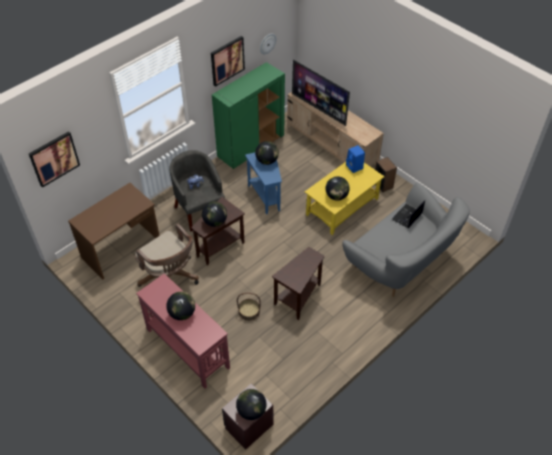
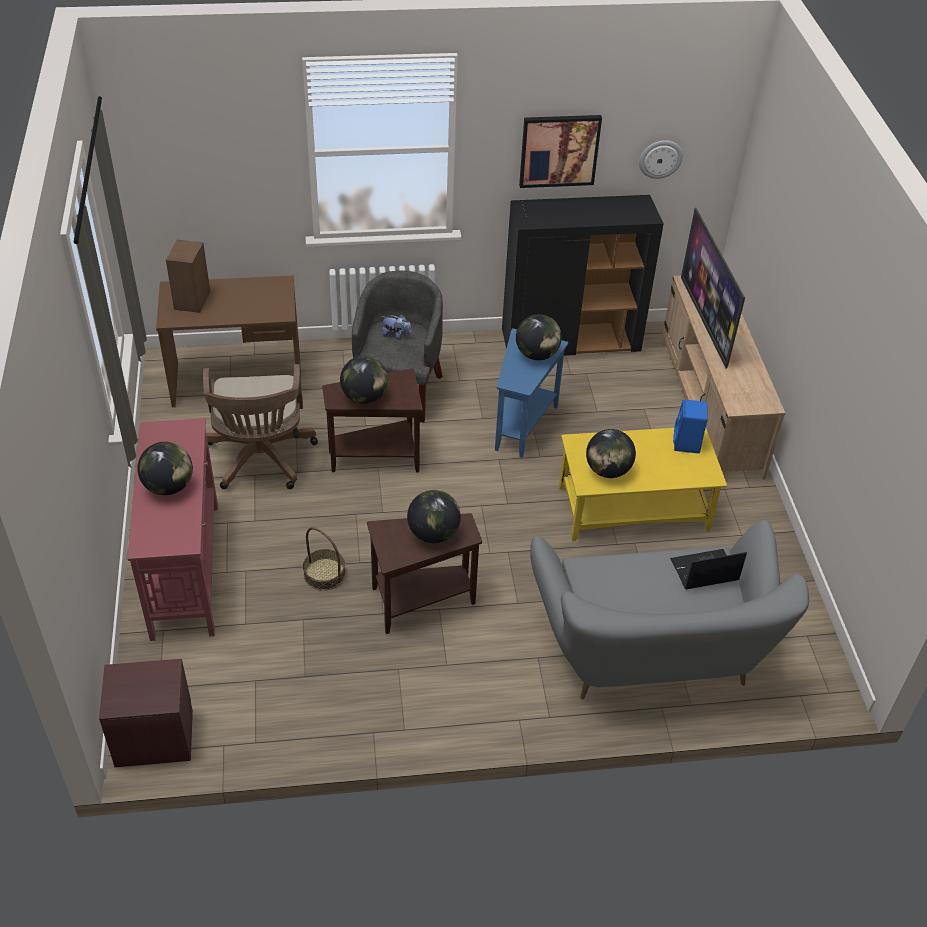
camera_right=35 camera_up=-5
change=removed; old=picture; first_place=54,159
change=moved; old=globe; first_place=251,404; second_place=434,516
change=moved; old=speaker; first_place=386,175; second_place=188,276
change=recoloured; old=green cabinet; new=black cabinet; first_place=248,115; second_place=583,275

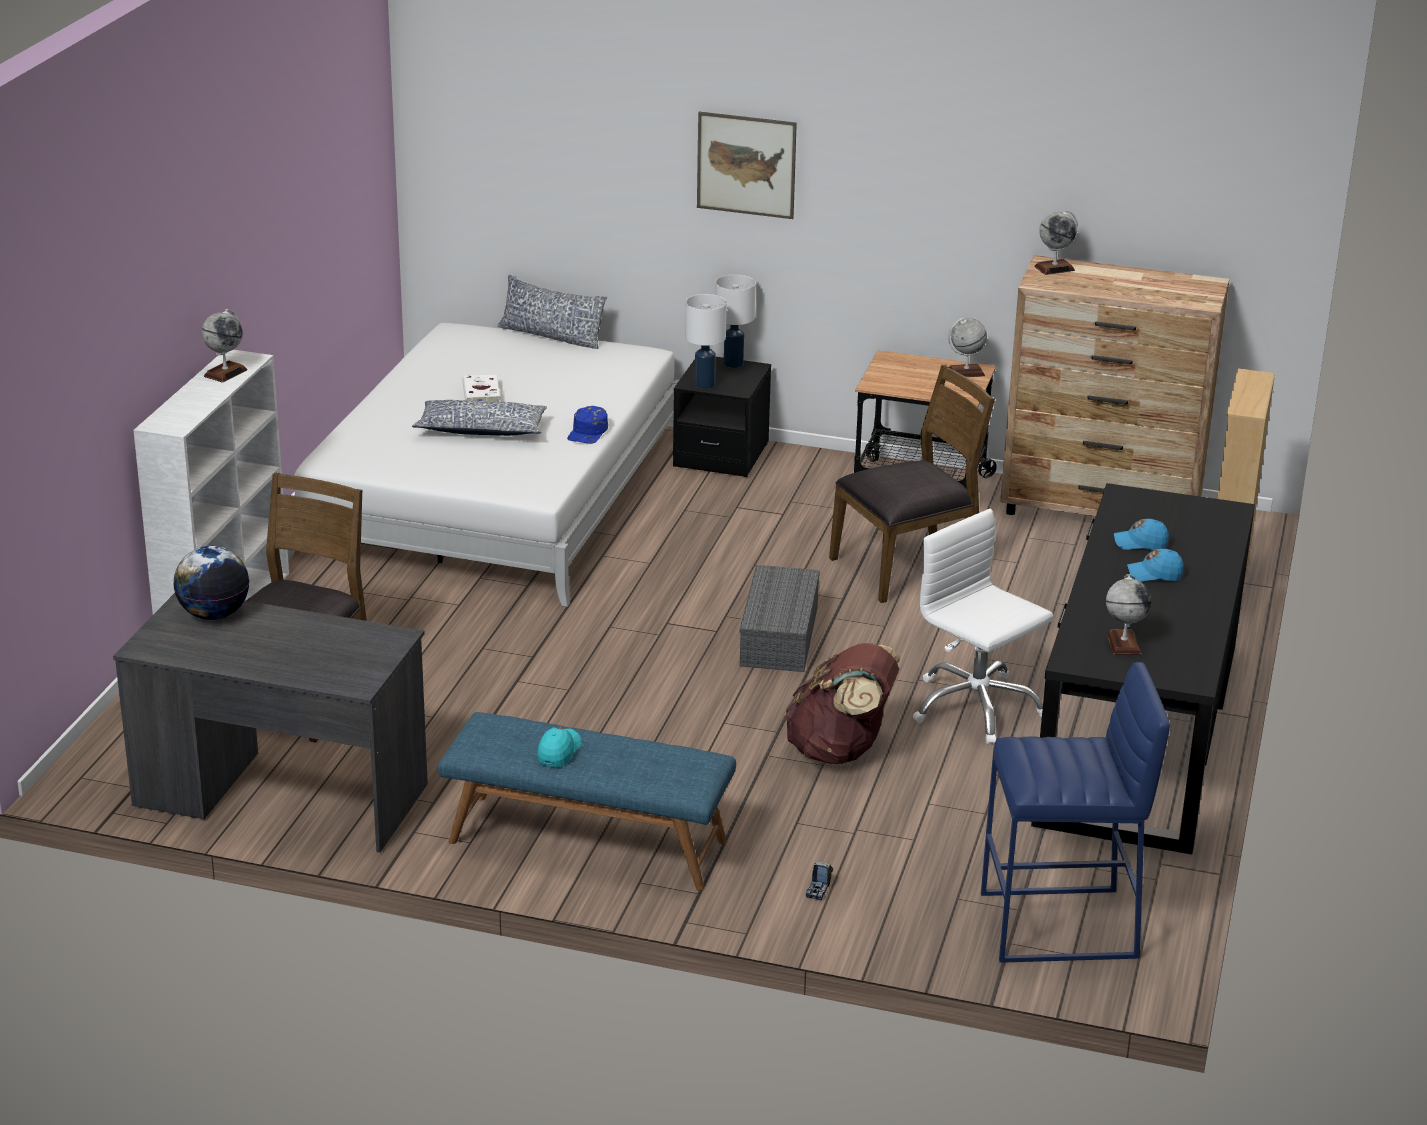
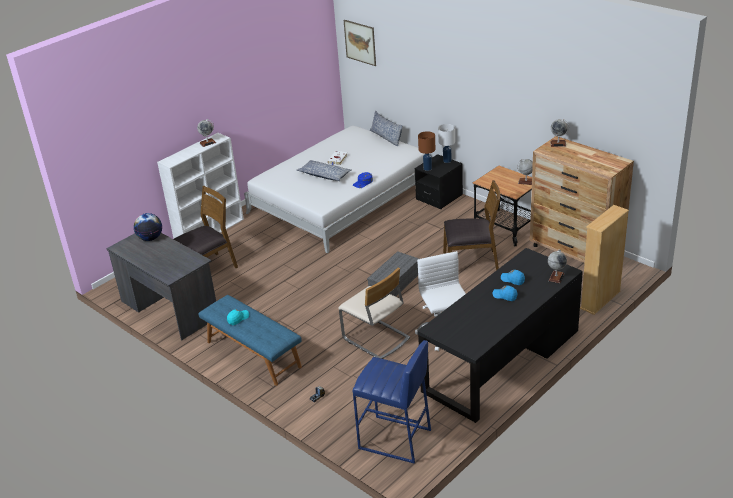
camera_right=30 camera_up=5
change=moved; old=picture; first_place=747,165; second_place=360,43
change=moved; old=globe; first_place=1129,614; second_place=557,266
change=replaced; old=brown backpack; new=beige chair; first_place=842,703; second_place=374,313
change=recoloured; old=white table lamp; new=brown table lamp; first_place=706,341; second_place=427,151

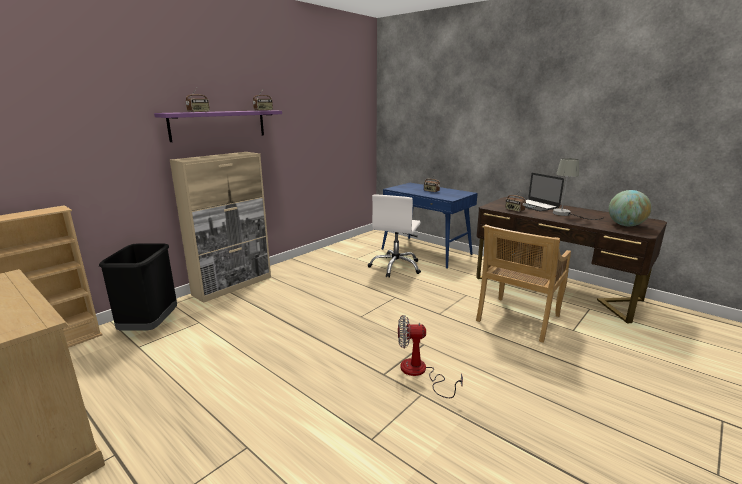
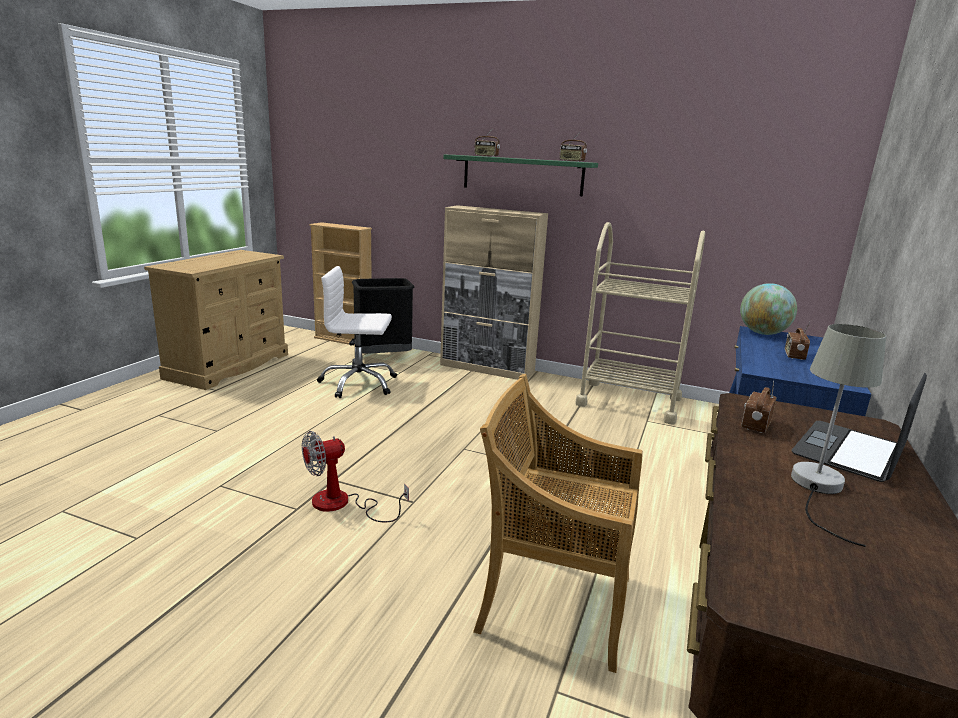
camera_right=70 camera_up=0
change=added; new=beige cart; second_place=640,323
change=moved; old=white office chair; first_place=394,236; second_place=357,332
change=moved; old=globe; first_place=630,208; second_place=768,309
change=recoloured; old=purple shelf; new=green shelf; first_place=218,126; second_place=521,175
change=turned; old=fan; first_place=430,356; second_place=355,477; degrees=-105

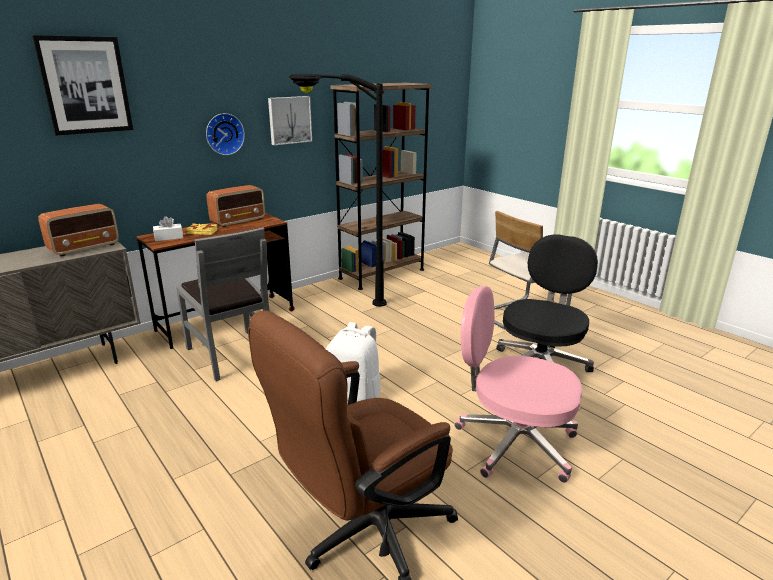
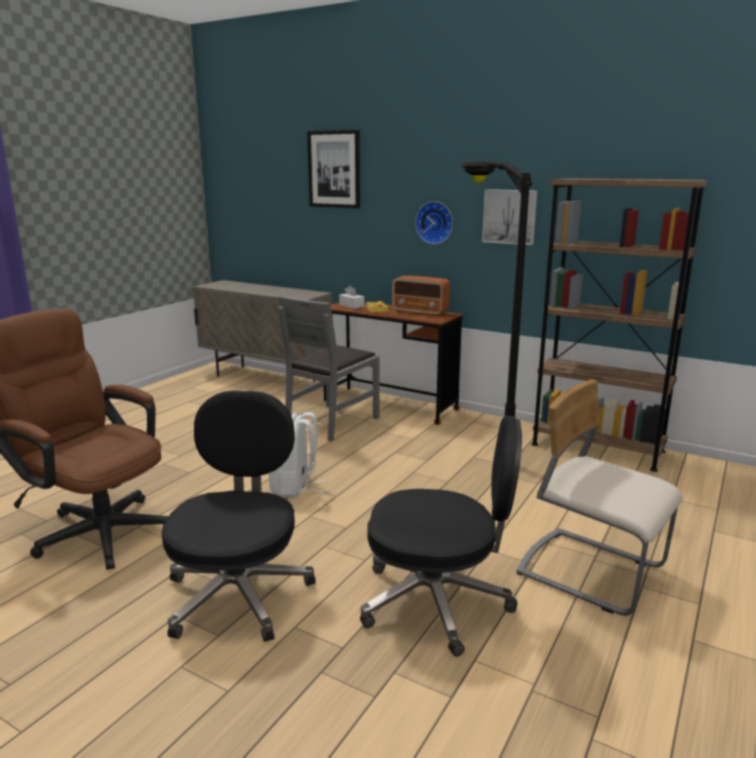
camera_right=70 camera_up=-5
change=removed; old=radio; first_place=78,230
change=recoloured; old=pink office chair; new=black office chair; first_place=518,384; second_place=239,516

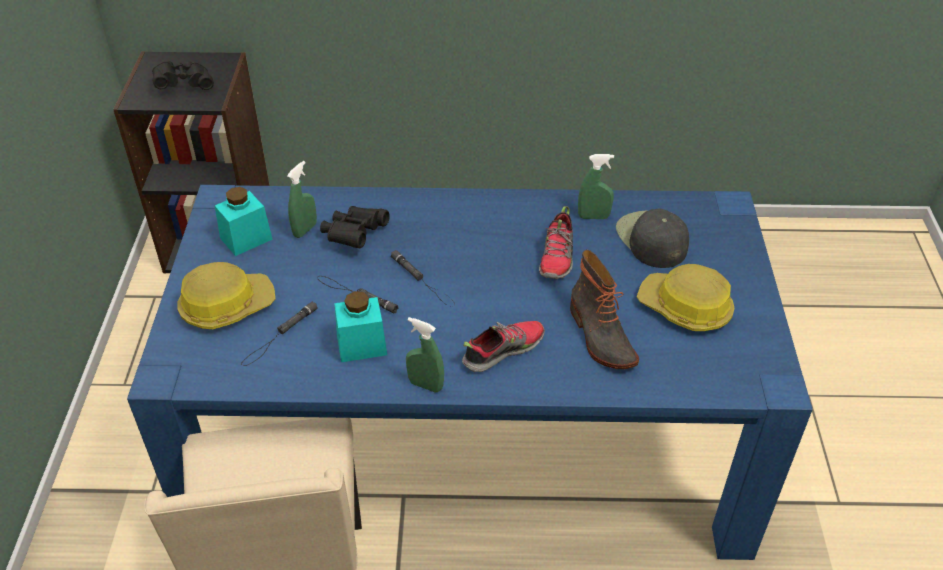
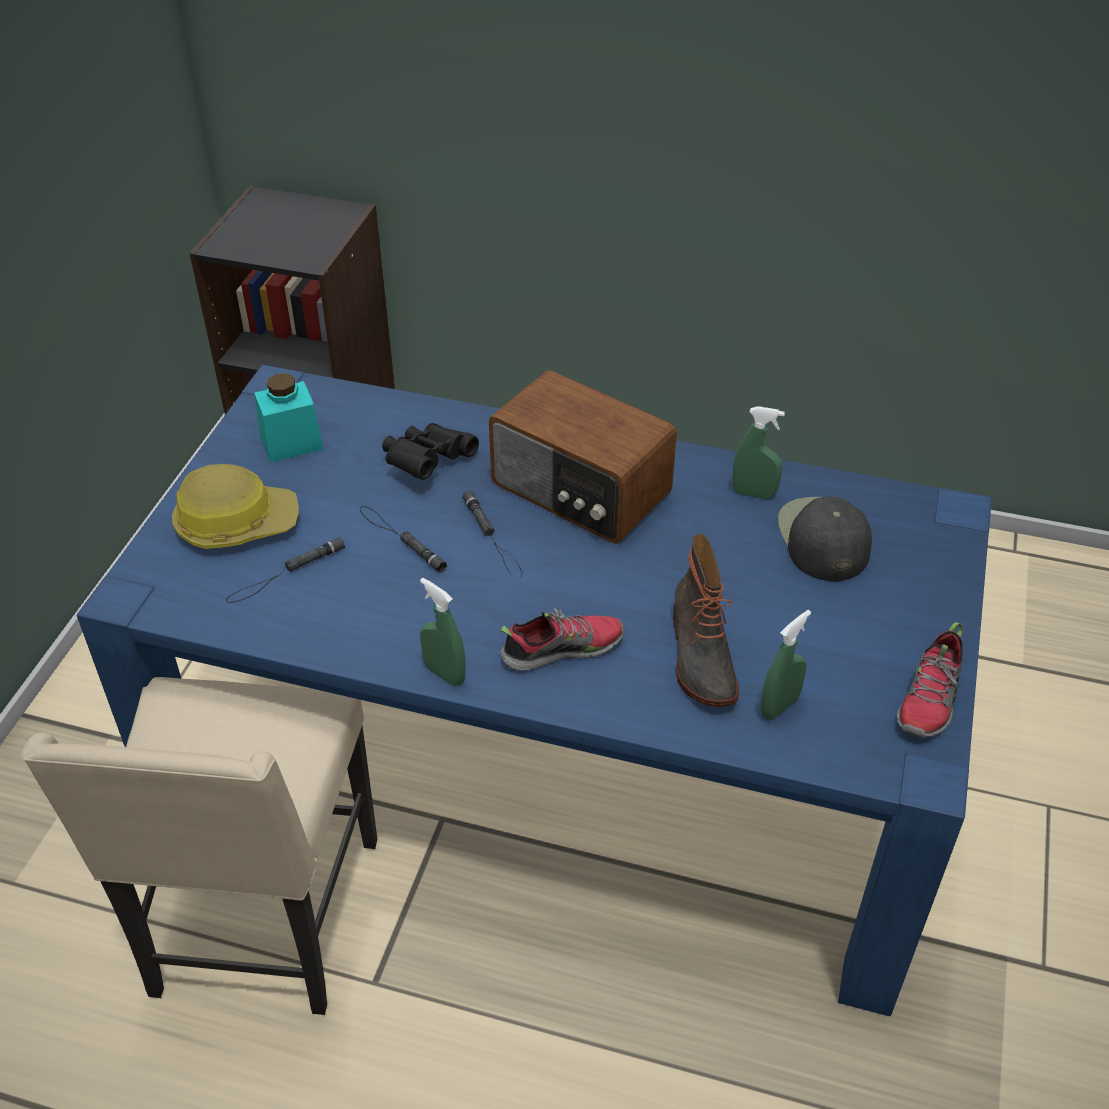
camera_right=15 camera_up=0
change=removed; old=black binoculars; first_place=183,75
change=removed; old=turquoise jar; first_place=360,326
change=removed; old=hard hat; first_place=685,297
change=added; new=radio; second_place=583,457
change=moved; old=green spray bottle; first_place=302,199; second_place=785,665
change=moved; old=shoe; first_place=556,242; second_place=930,680

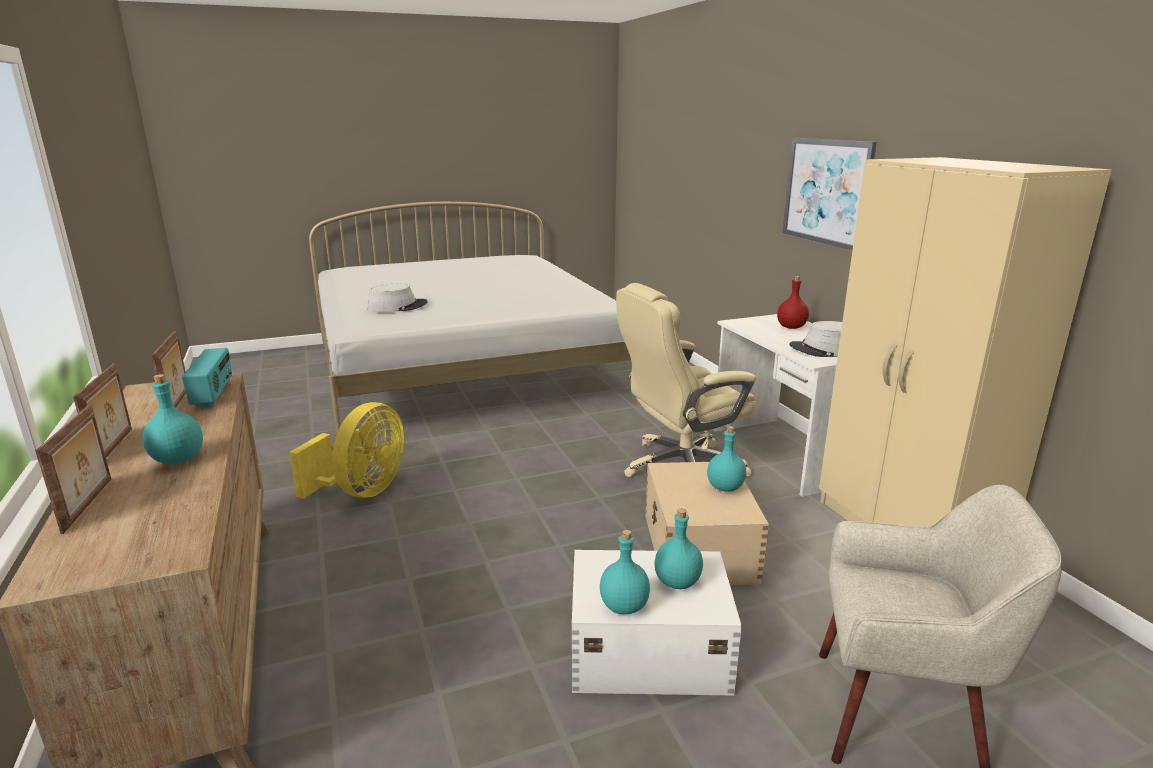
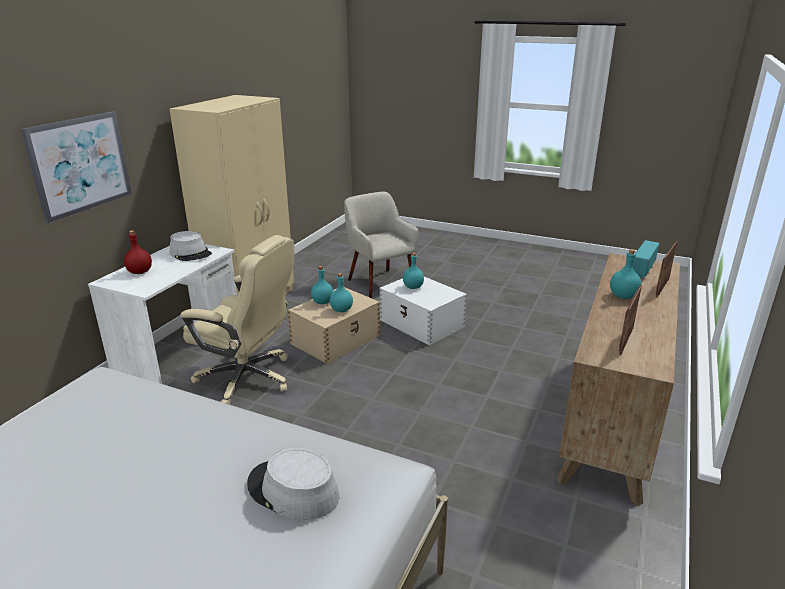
camera_right=-135 camera_up=5
change=removed; old=picture frame; first_place=102,410
change=removed; old=yellow fan; first_place=347,450
change=moved; old=radio; first_place=207,378; second_place=646,259
change=moved; old=turquoise bottle; first_place=625,572; second_place=341,292

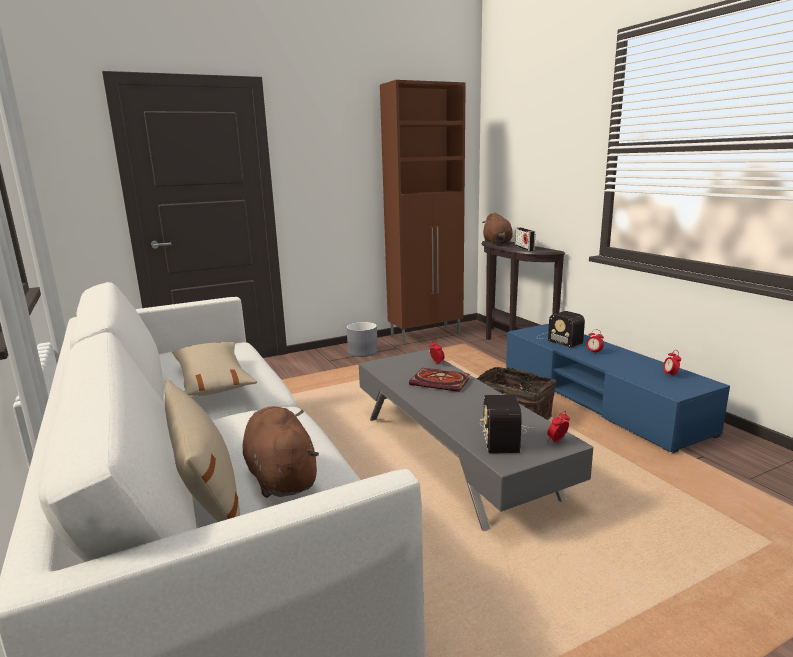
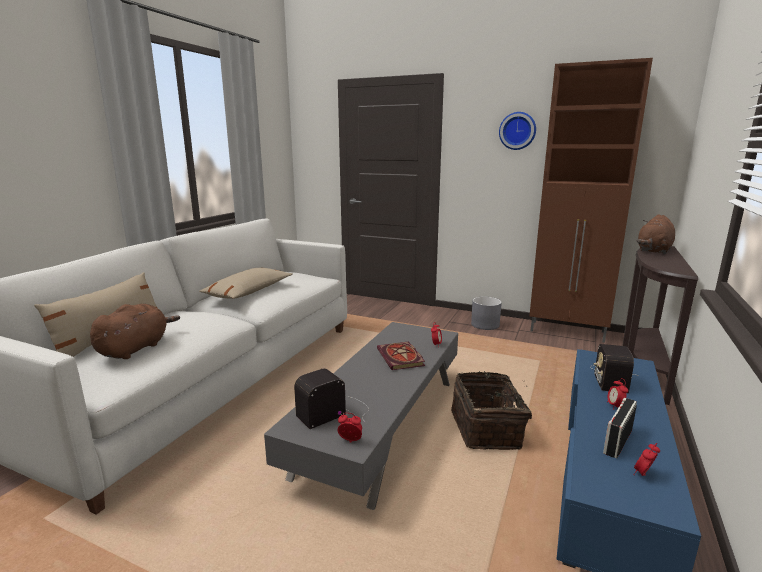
camera_right=50 camera_up=0
change=added; new=wall clock; second_place=517,131
change=moved; old=radio; first_place=525,239; second_place=620,428

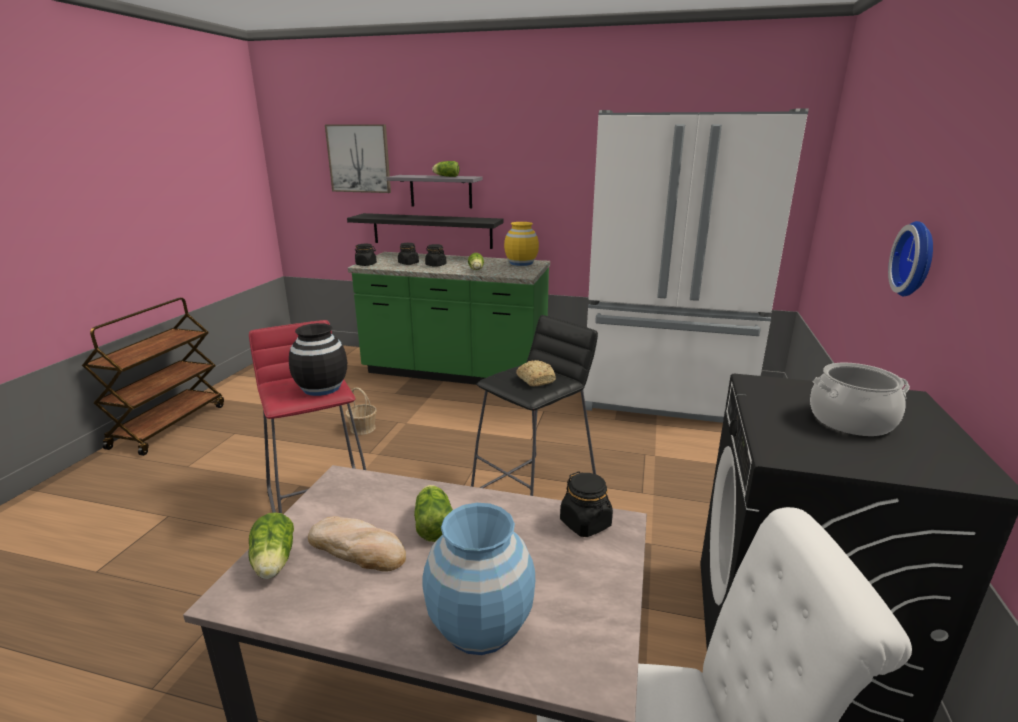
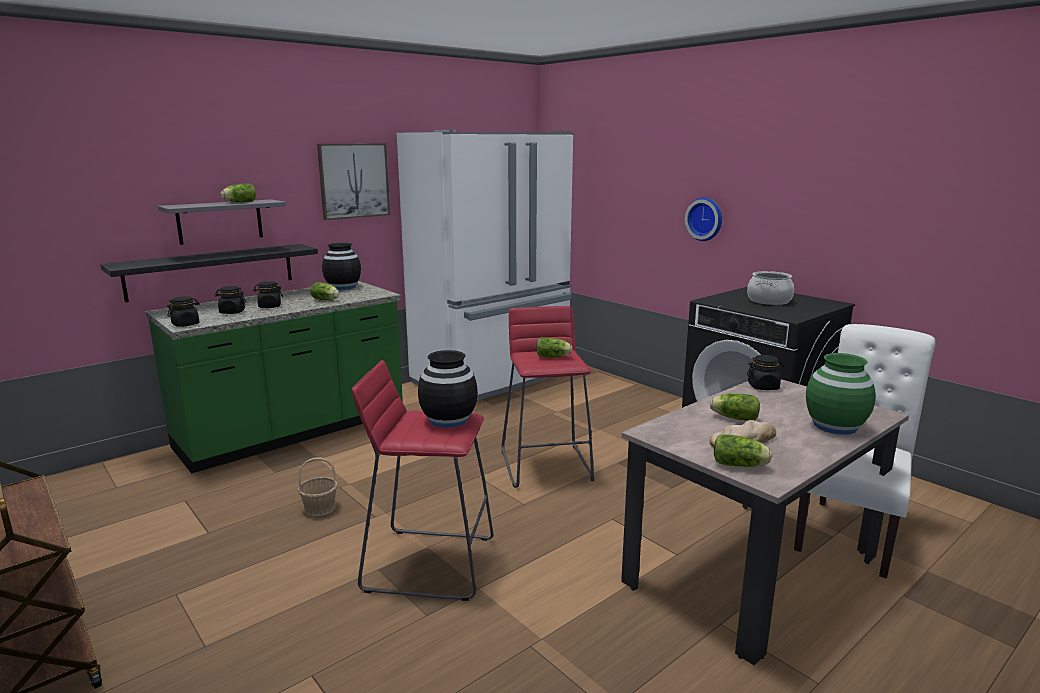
camera_right=-55 camera_up=-5
change=moved; old=picture; first_place=358,158; second_place=353,181
change=replaced; old=bread; new=lettuce; first_place=536,373; second_place=554,347
change=recoloured; old=blue vase; new=green vase; first_place=478,579; second_place=841,394
change=recoloured; old=black stool; new=red stool; first_place=534,405; second_place=547,397
change=recoloured; old=yellow vase; new=black vase; first_place=521,244; second_place=341,266

